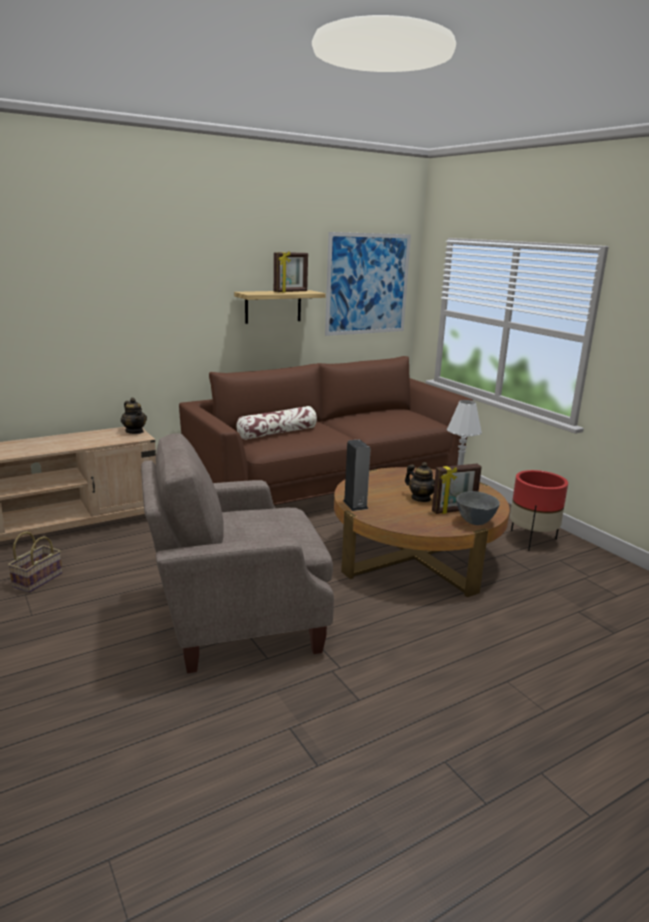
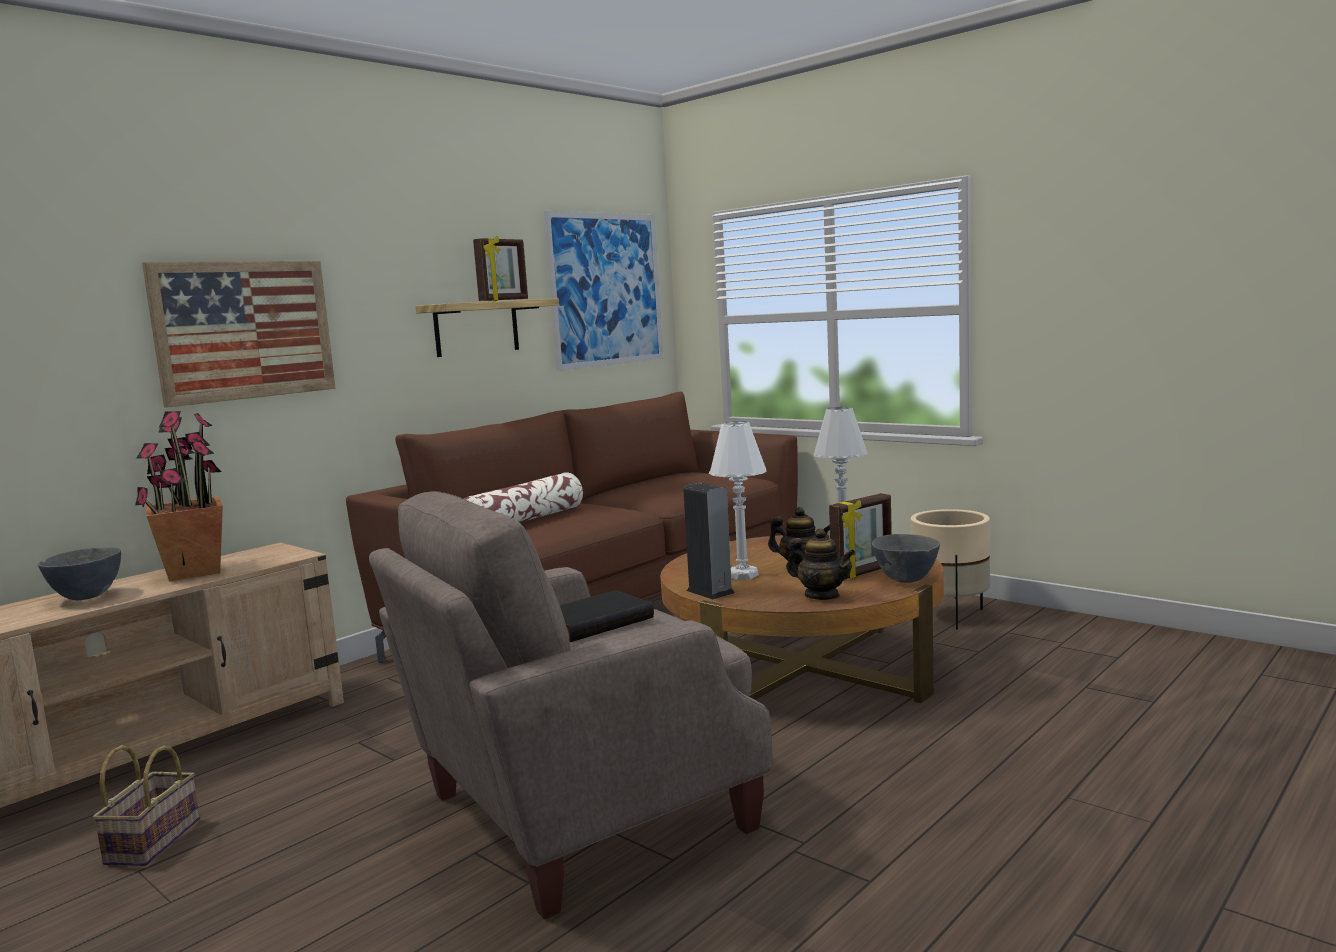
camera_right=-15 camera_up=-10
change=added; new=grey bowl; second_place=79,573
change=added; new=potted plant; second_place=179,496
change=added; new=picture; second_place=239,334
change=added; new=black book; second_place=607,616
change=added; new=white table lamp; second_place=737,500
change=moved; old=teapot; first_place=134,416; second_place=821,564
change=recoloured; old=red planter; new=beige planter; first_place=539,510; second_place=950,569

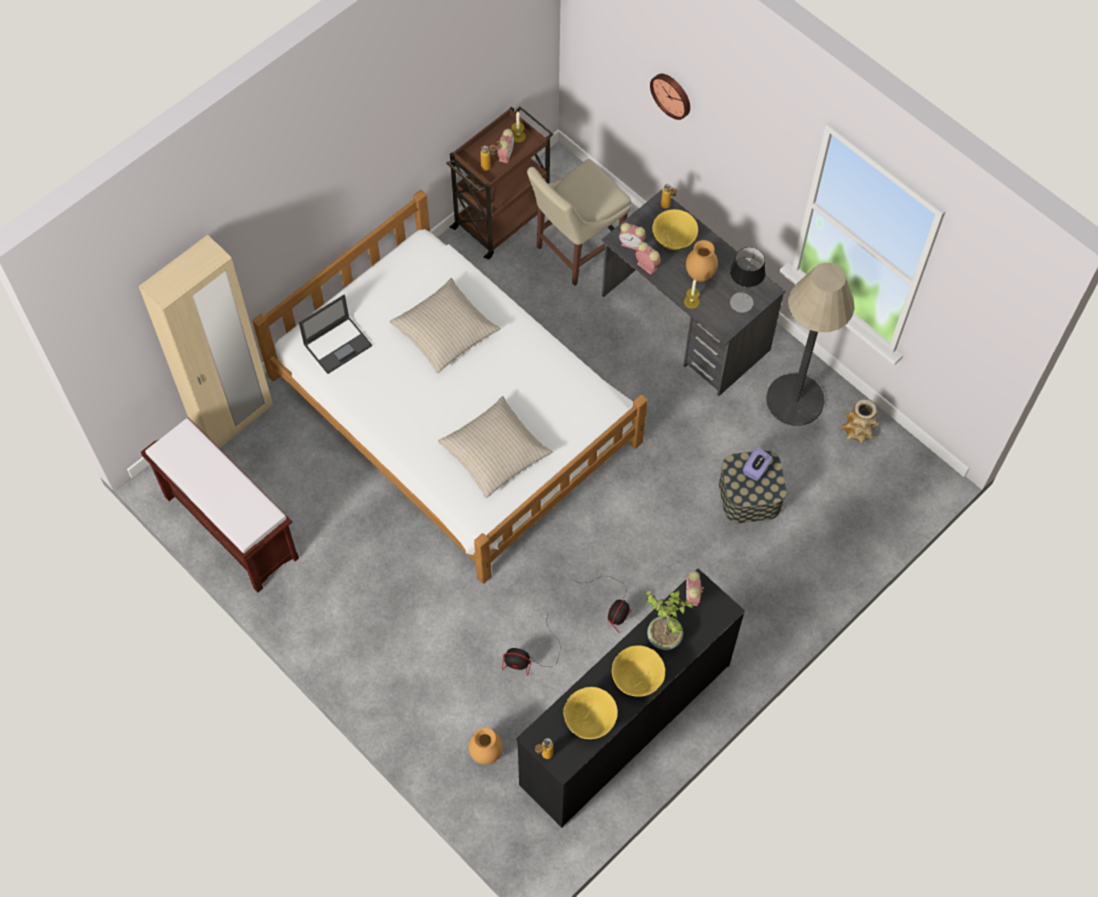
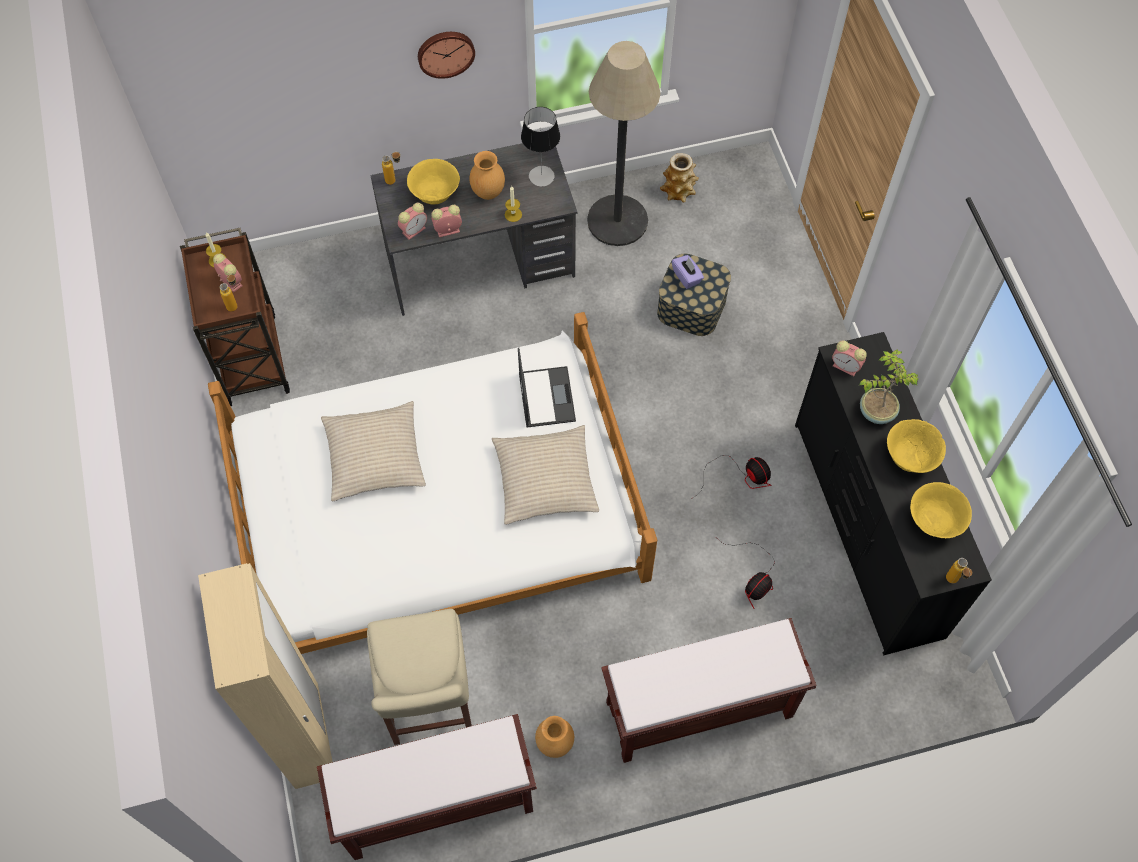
camera_right=-60 camera_up=0
change=added; new=brown bench; second_place=708,690
change=moved; old=laptop; first_place=335,334; second_place=547,388
change=moved; old=brown vase; first_place=486,746; second_place=554,737
change=moved; old=beige chair; first_place=579,222; second_place=419,677
change=moved; old=wall clock; first_place=670,97; second_place=446,55

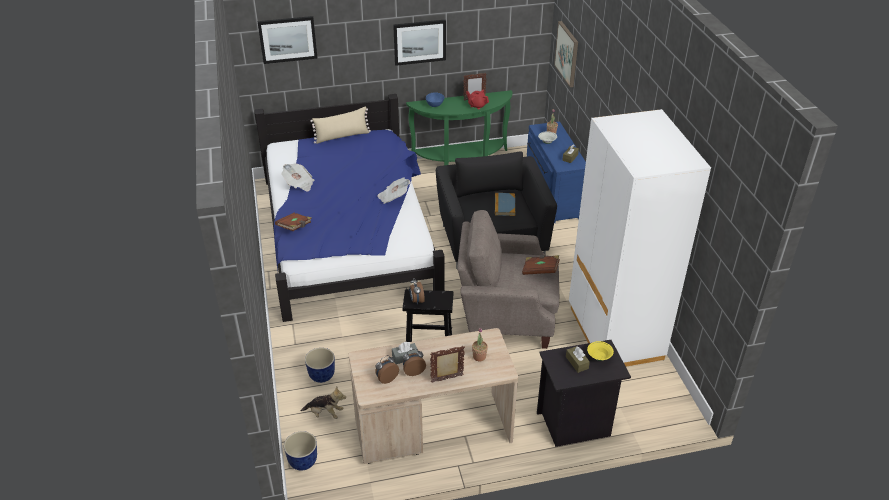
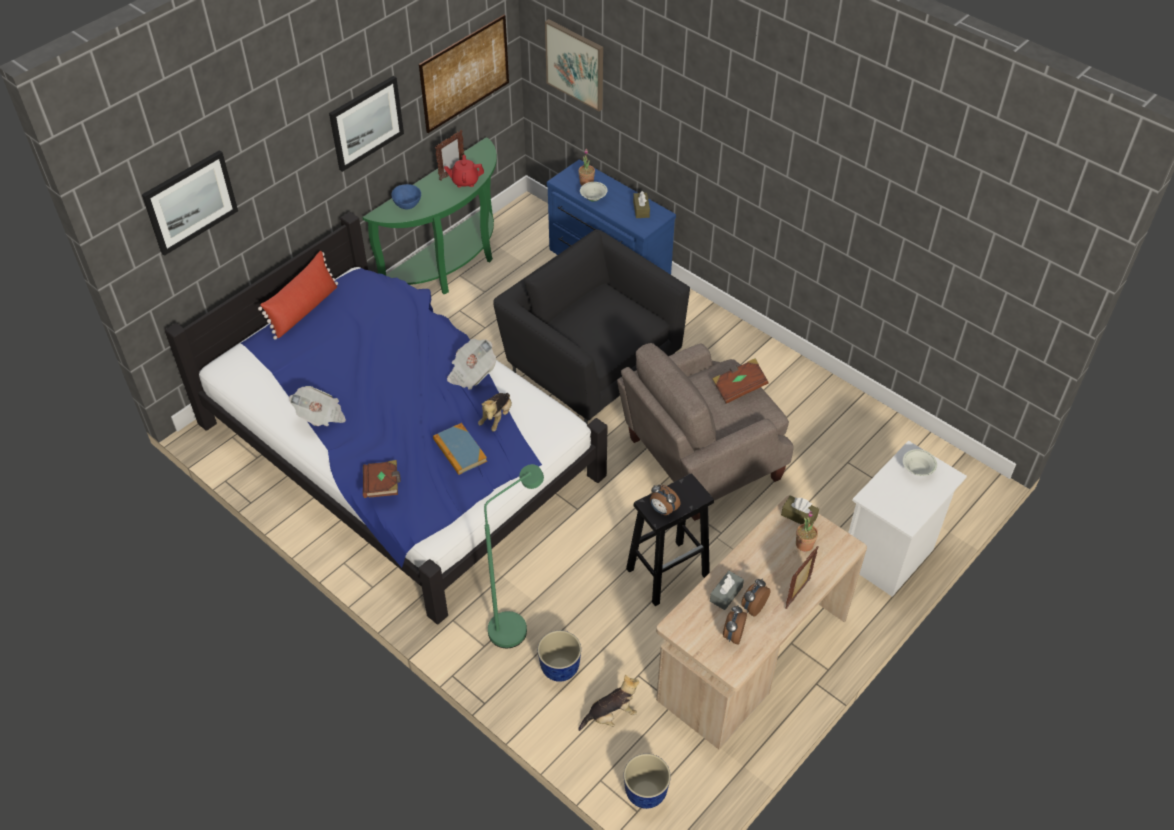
camera_right=-35 camera_up=10
change=removed; old=white wardrobe; first_place=640,238
change=added; new=picture; second_place=464,74
change=added; new=plush toy; second_place=495,412
change=added; new=green floor lamp; second_place=514,556
change=moved; old=book; first_place=505,204; second_place=460,449
change=moved; old=brown tissue box; first_place=578,359; second_place=800,510
change=recoloured; old=beige pillow; new=red pillow; first_place=340,125; second_place=298,295
change=recoloured; old=black nightstand; new=white nightstand; first_place=584,393; second_place=907,519
change=recoloured; old=yellow bowl; new=white bowl; first_place=600,351; second_place=920,462

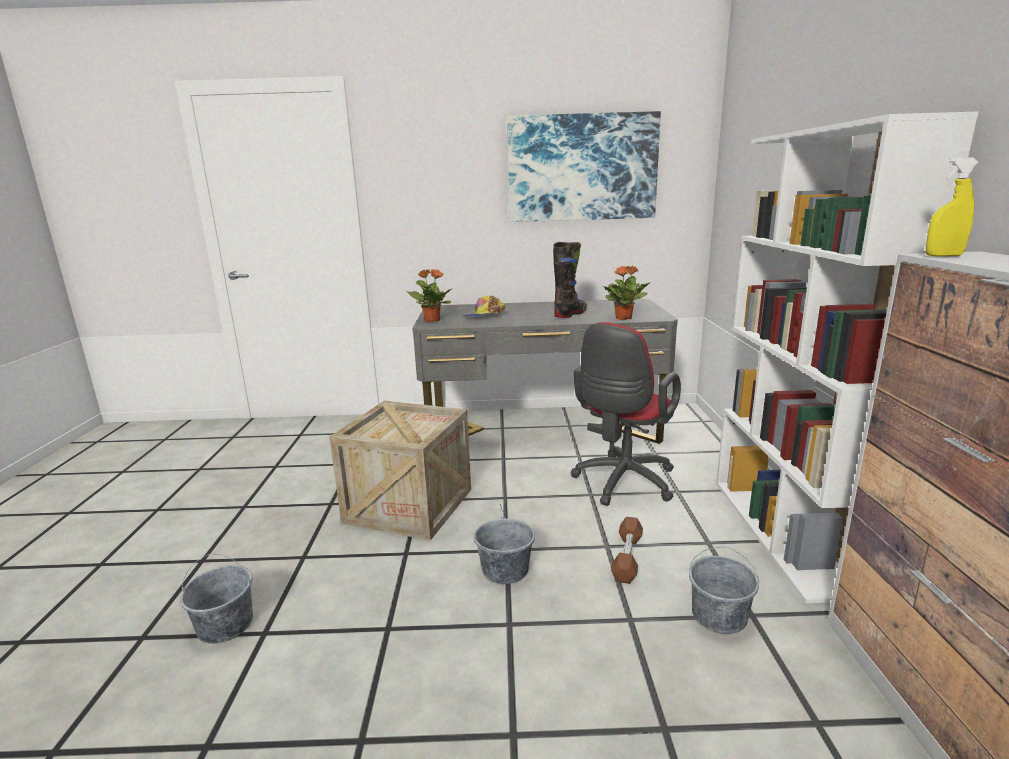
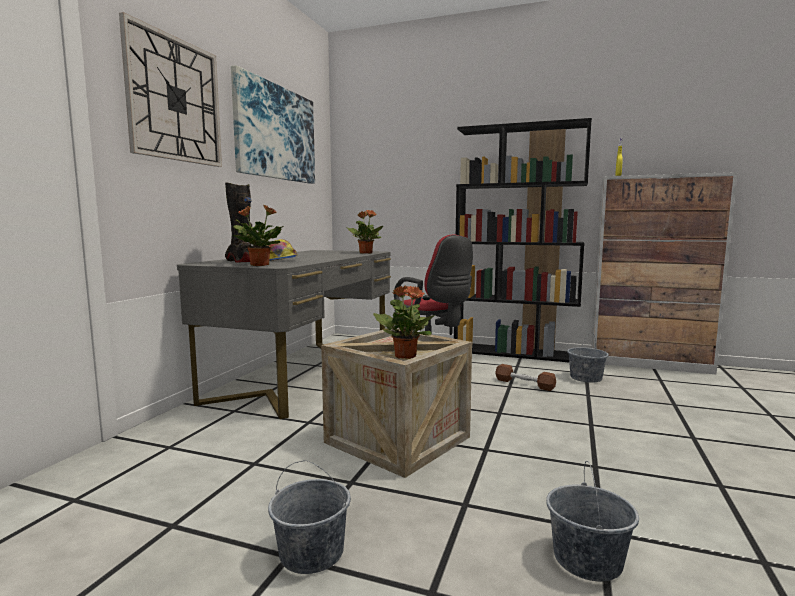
camera_right=-70 camera_up=-10
change=added; new=wall clock; second_place=170,89
change=added; new=potted plant; second_place=404,322
change=moved; old=grey bucket; first_place=504,544; second_place=309,517
change=moved; old=black boot; first_place=570,280; second_place=238,223
change=recoloured; old=white bookcase; new=black bookcase; first_place=847,357; second_place=523,240

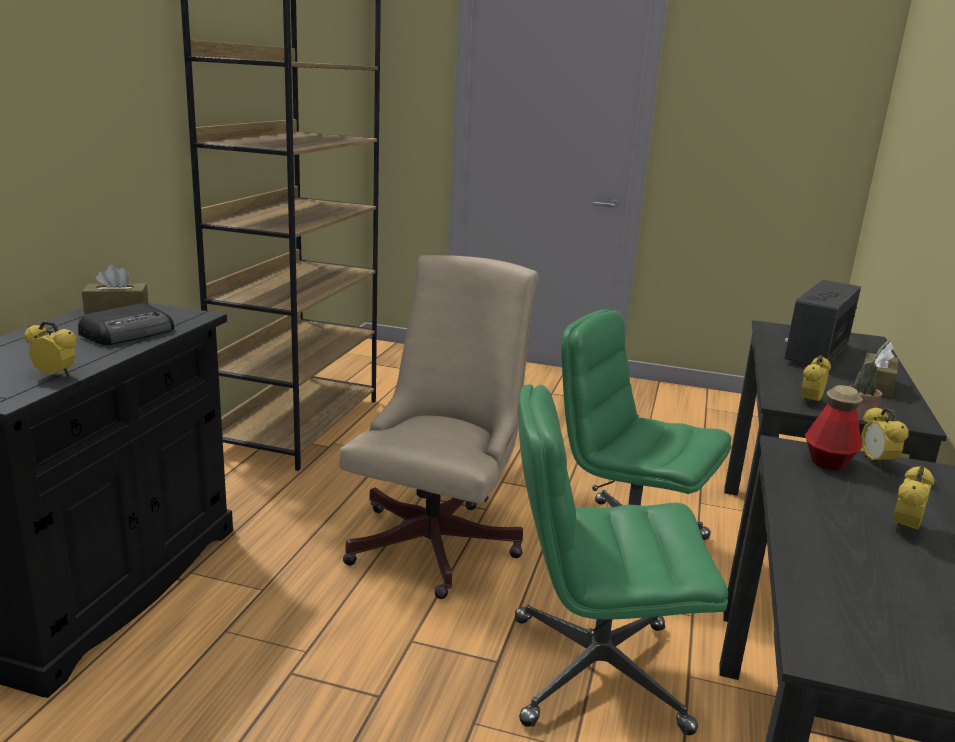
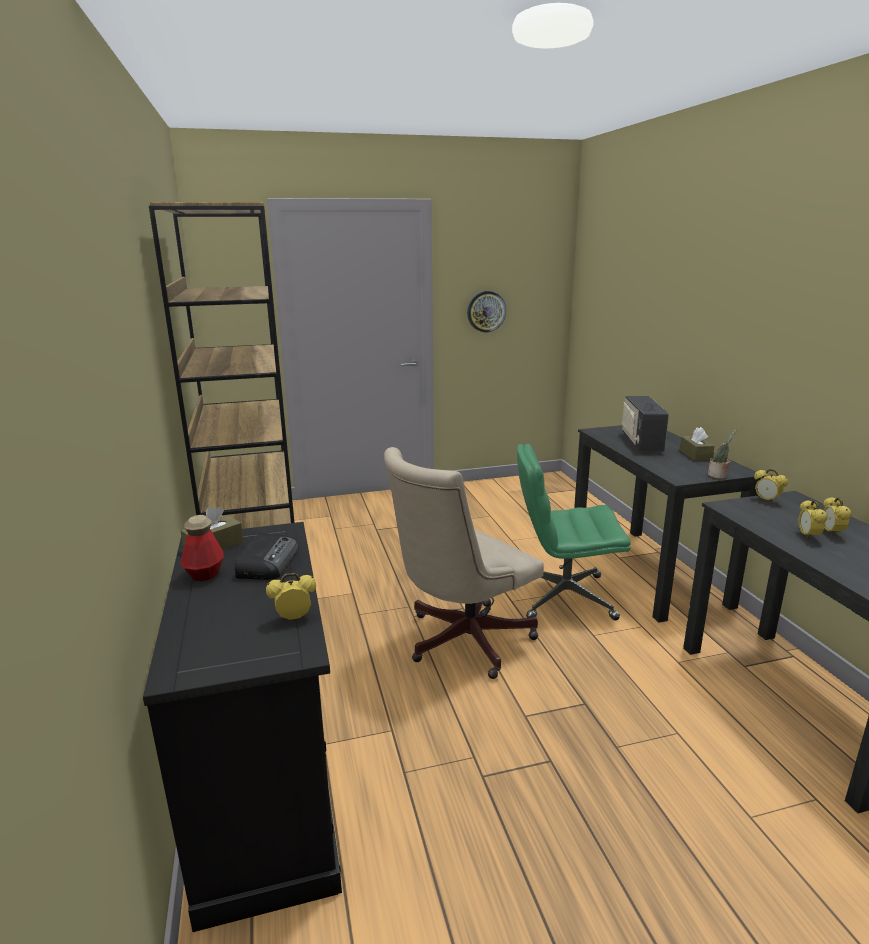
camera_right=-30 camera_up=0
change=removed; old=green office chair; first_place=621,559
change=added; new=wall clock; second_place=486,312
change=moved; old=alarm clock; first_place=816,379; second_place=813,520
change=moved; old=bottle; first_place=834,427; second_place=202,548
change=turned; old=beige office chair; first_place=438,427; second_place=464,563; degrees=-120

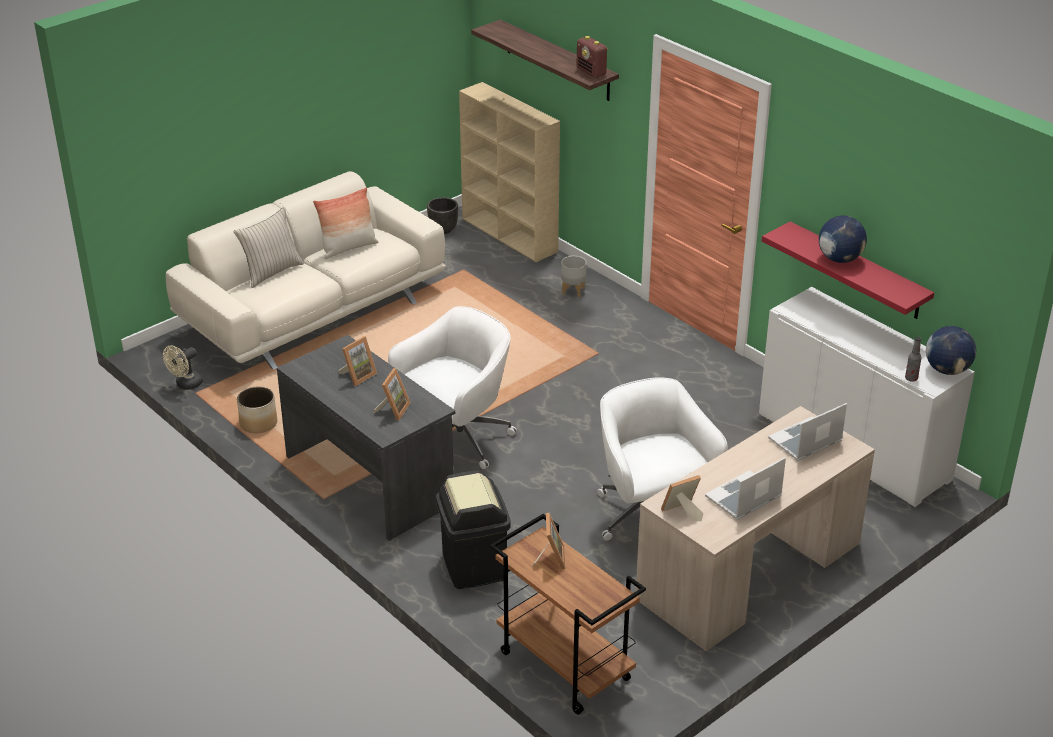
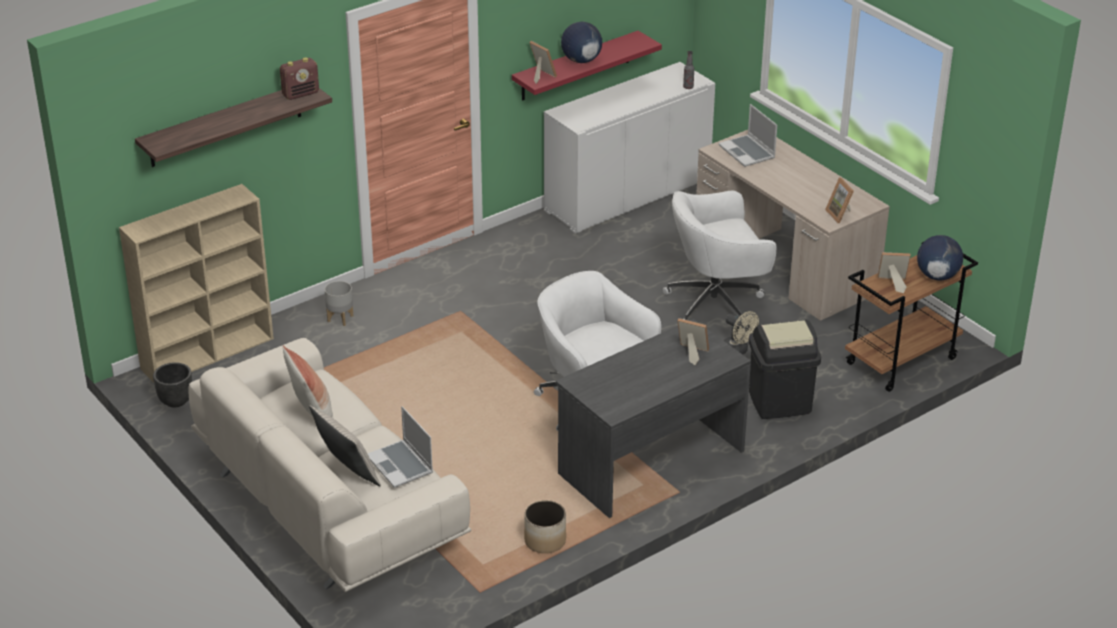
camera_right=-85 camera_up=0
change=moved; old=beige fan; first_place=183,367; second_place=741,333
change=moved; old=picture frame; first_place=357,361; second_place=543,62
change=moved; old=laptop; first_place=745,488; second_place=400,447
change=moved; old=globe; first_place=951,350; second_place=940,258

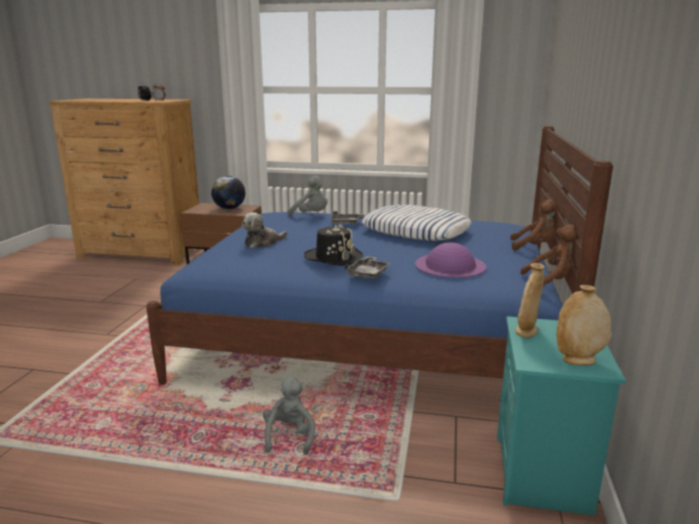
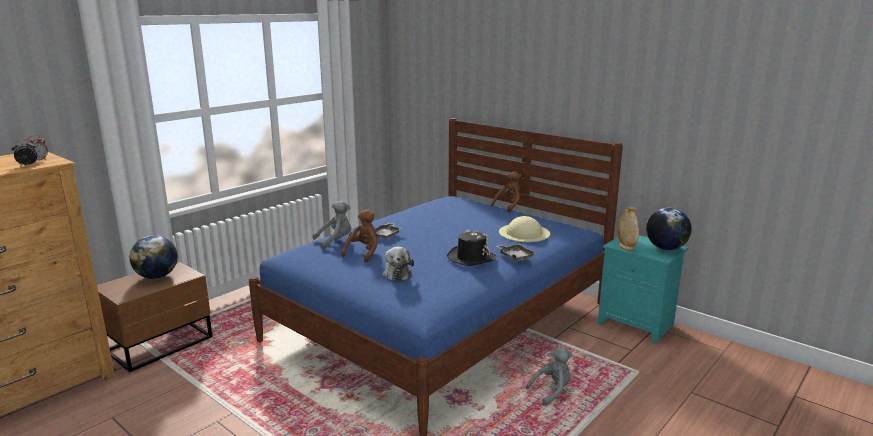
camera_right=-60 camera_up=0
change=removed; old=pillow; first_place=416,223
change=moved; old=brown plush toy; first_place=549,255; second_place=359,235
change=replaced; old=beige vase; new=globe; first_place=584,325; second_place=669,229
change=recoloured; old=purple hat; new=beige hat; first_place=450,260; second_place=524,229
change=turned; old=grey plush toy; first_place=289,415; second_place=549,376; degrees=120

